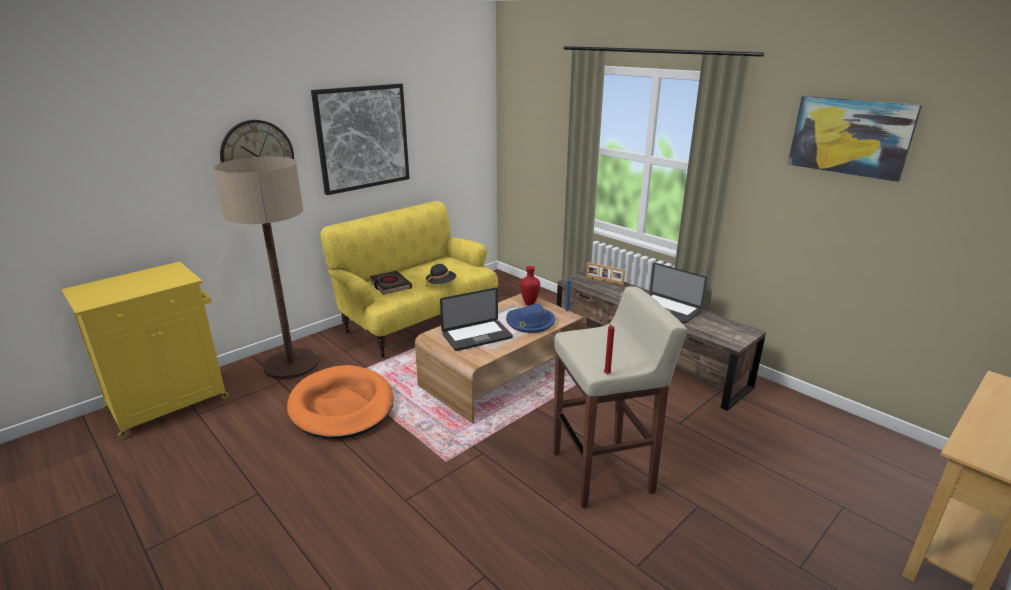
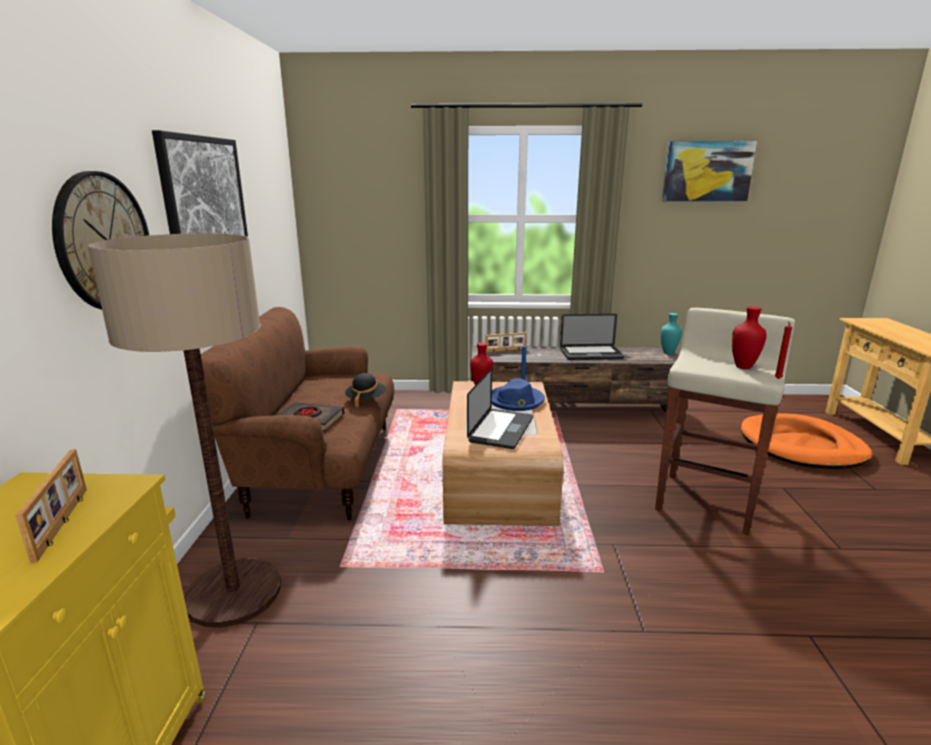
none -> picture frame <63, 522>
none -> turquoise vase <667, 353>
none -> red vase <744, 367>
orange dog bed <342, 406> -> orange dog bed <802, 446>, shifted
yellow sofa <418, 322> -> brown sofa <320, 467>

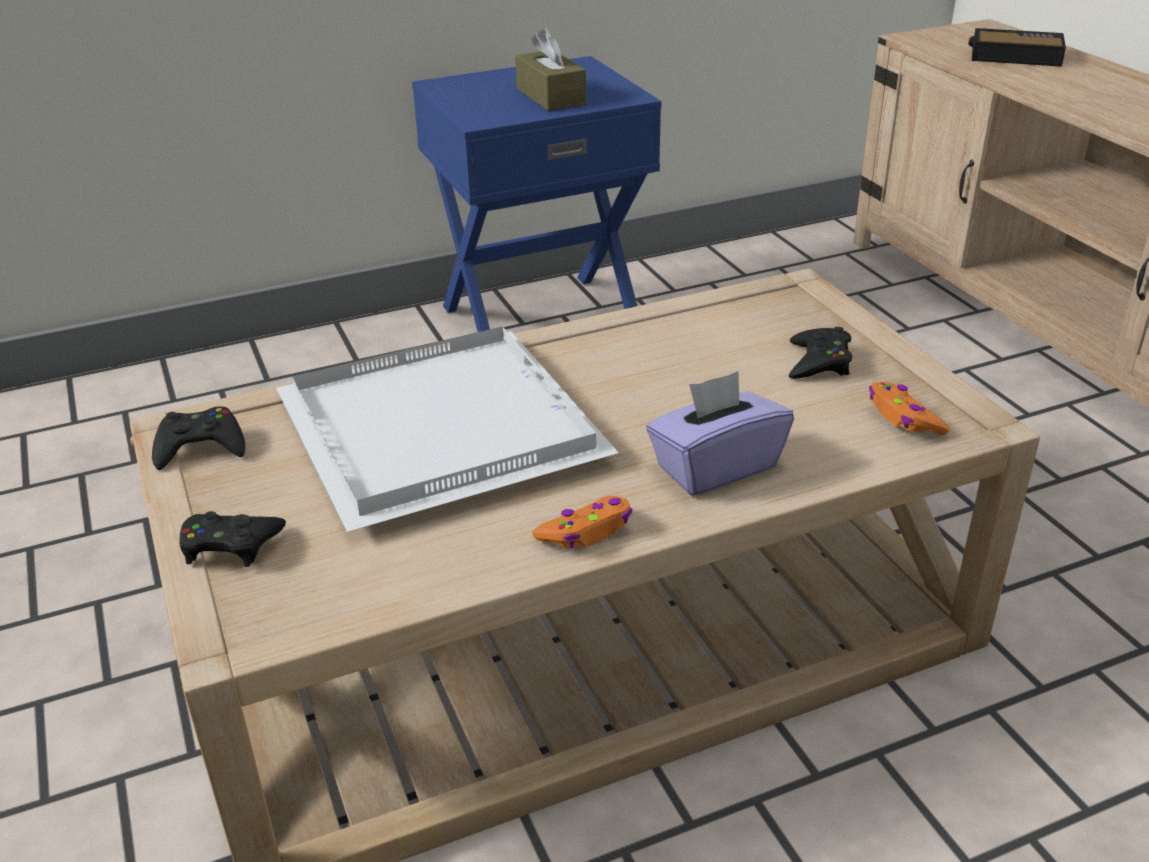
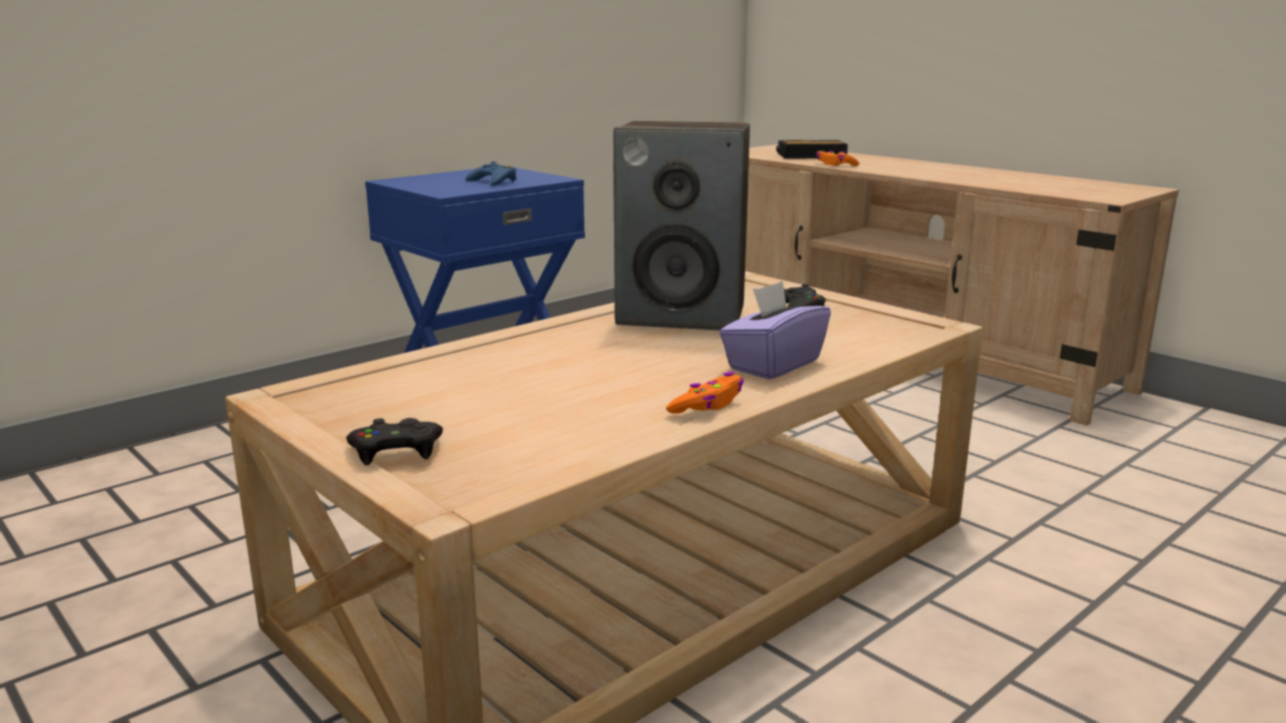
black game controller <200, 446> -> none
white tray <447, 431> -> none
none -> speaker <683, 316>
orange game controller <904, 418> -> orange game controller <835, 165>, shifted
brown tissue box <551, 96> -> blue game controller <493, 181>

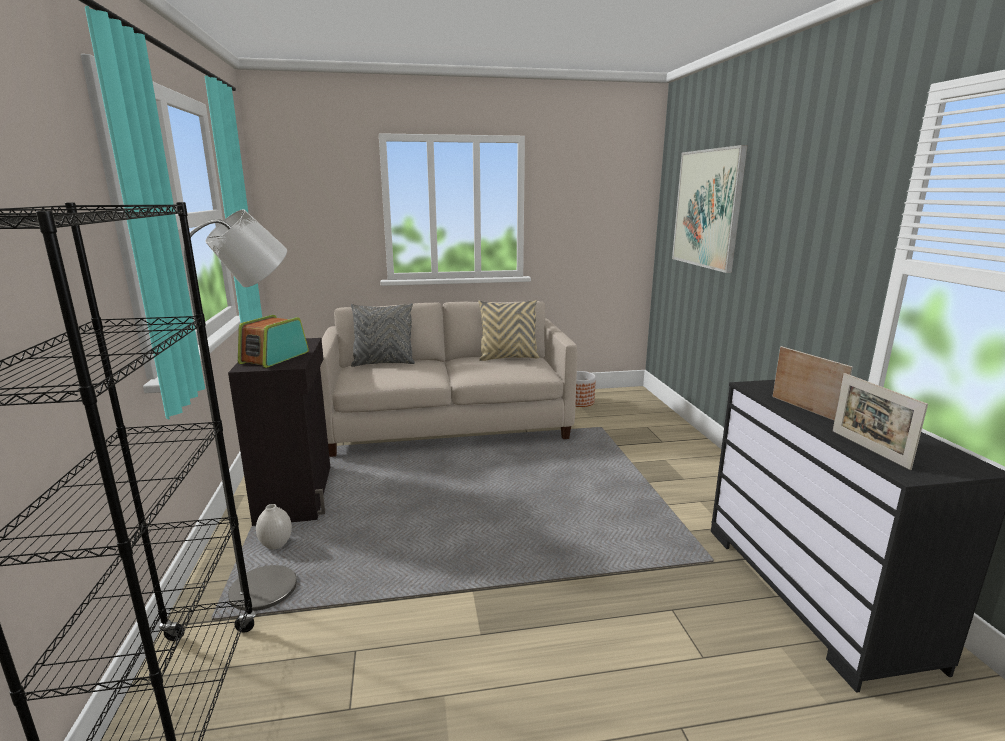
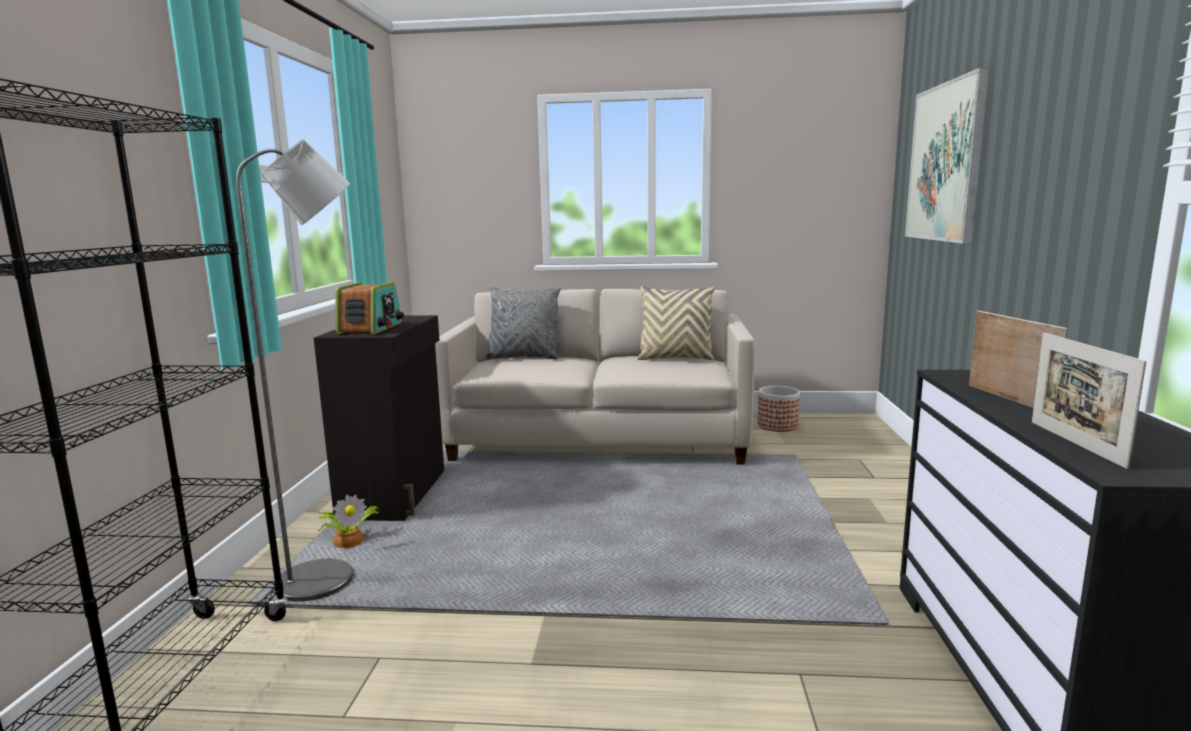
white vase <276, 545> -> potted plant <349, 541>
radio <274, 357> -> radio <371, 328>, 150 degrees clockwise

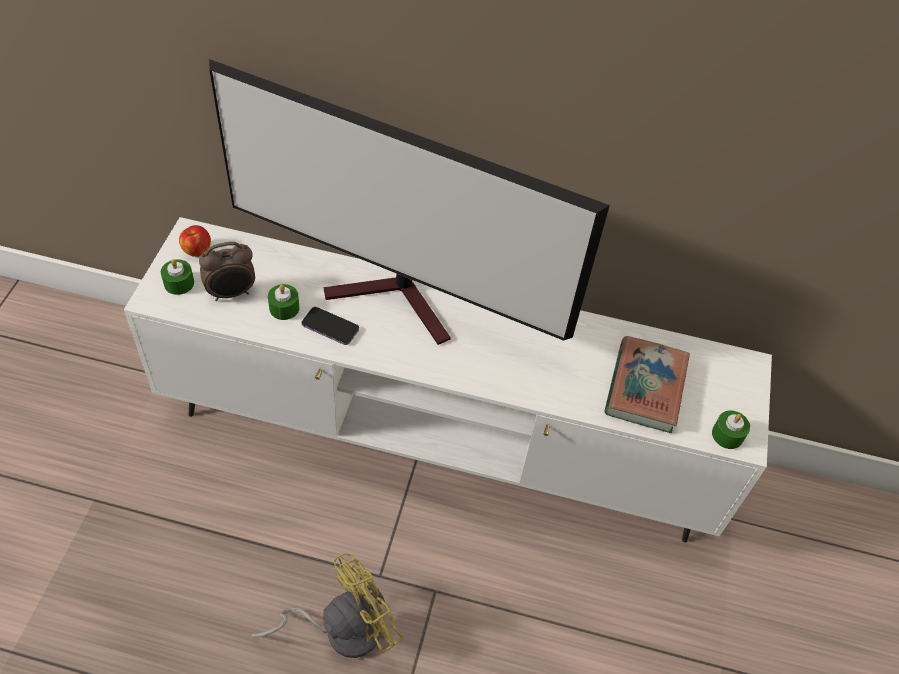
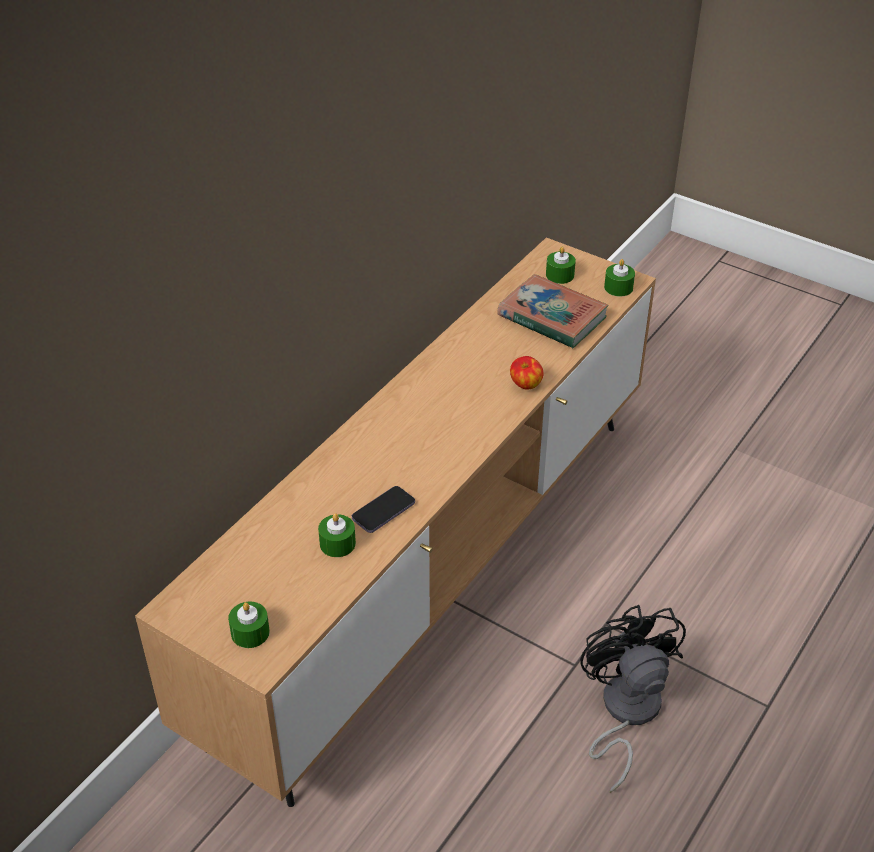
alarm clock <232, 293> -> none
television <399, 301> -> none
none -> green candle <560, 275>
apple <196, 250> -> apple <525, 385>, shifted
white tv stand <438, 441> -> brown tv stand <434, 573>
yellow fan <341, 629> -> black fan <624, 712>

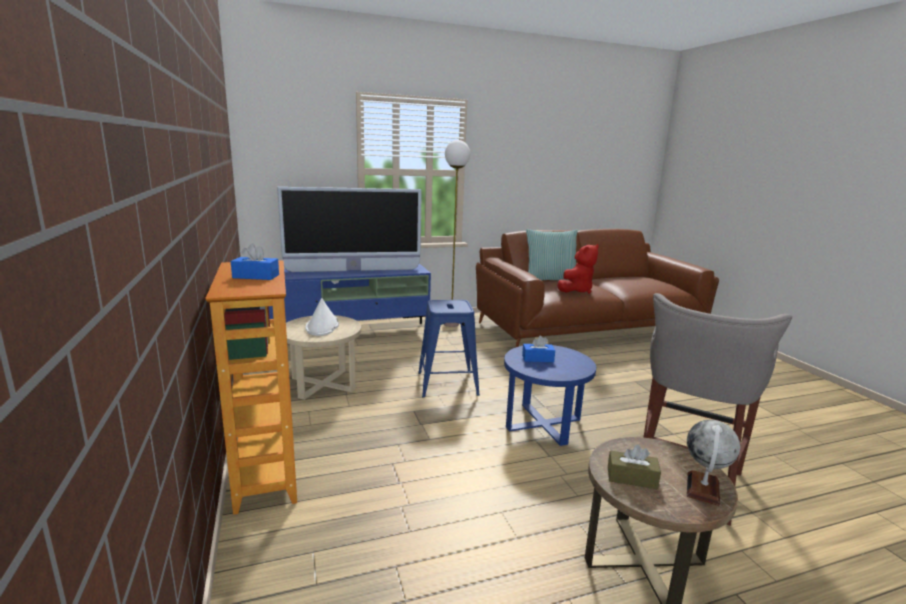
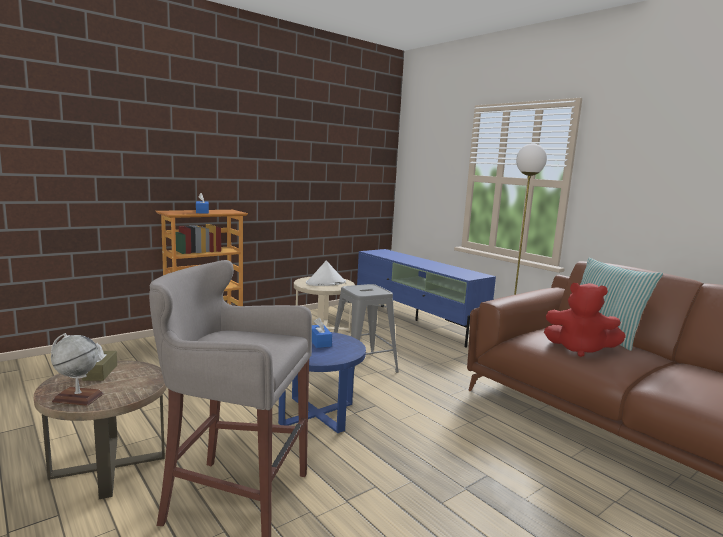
television <353, 270> -> none
blue stool <448, 384> -> grey stool <362, 366>

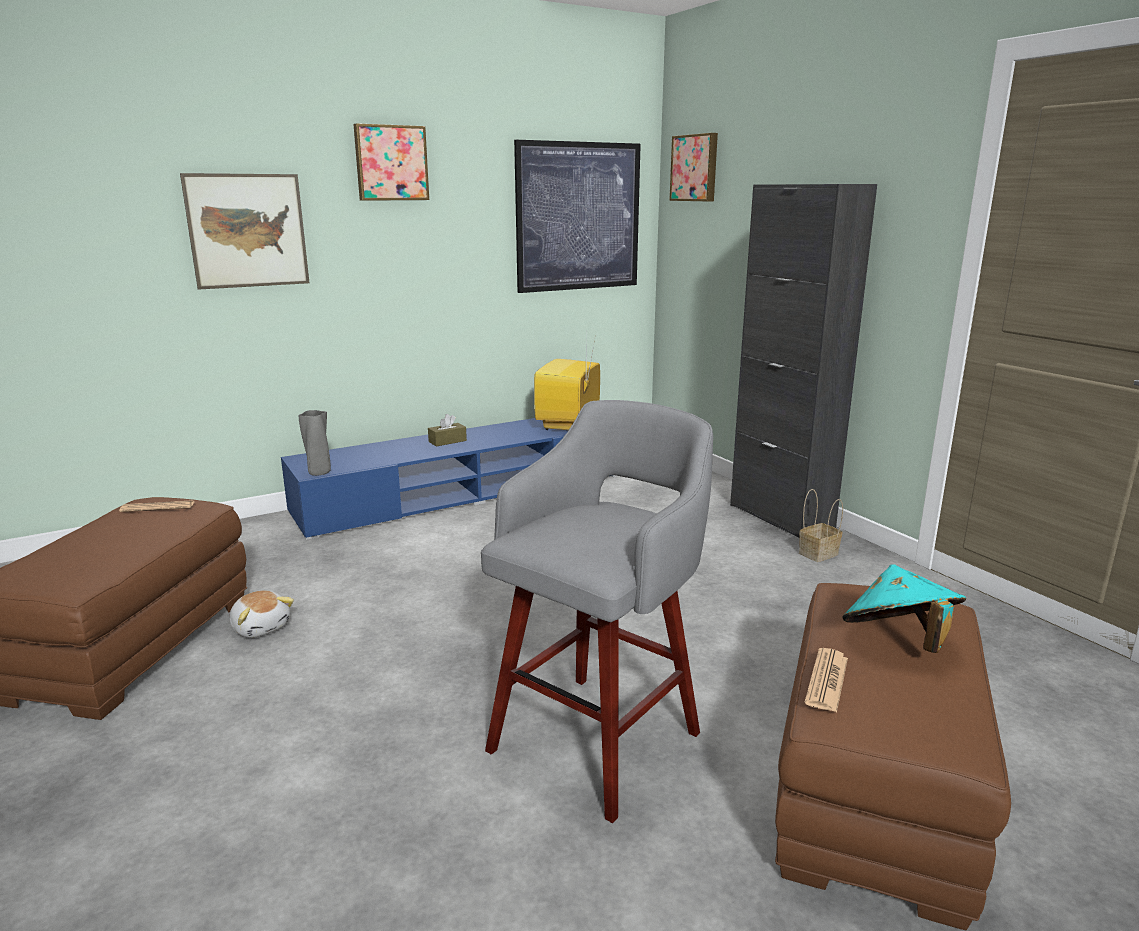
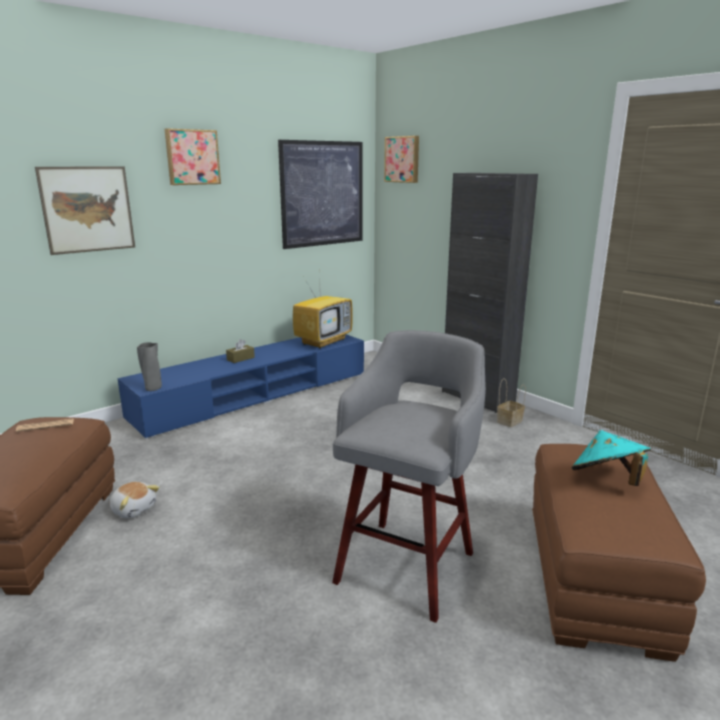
newspaper <826, 680> -> none
television <569, 424> -> television <323, 341>, 150 degrees counterclockwise

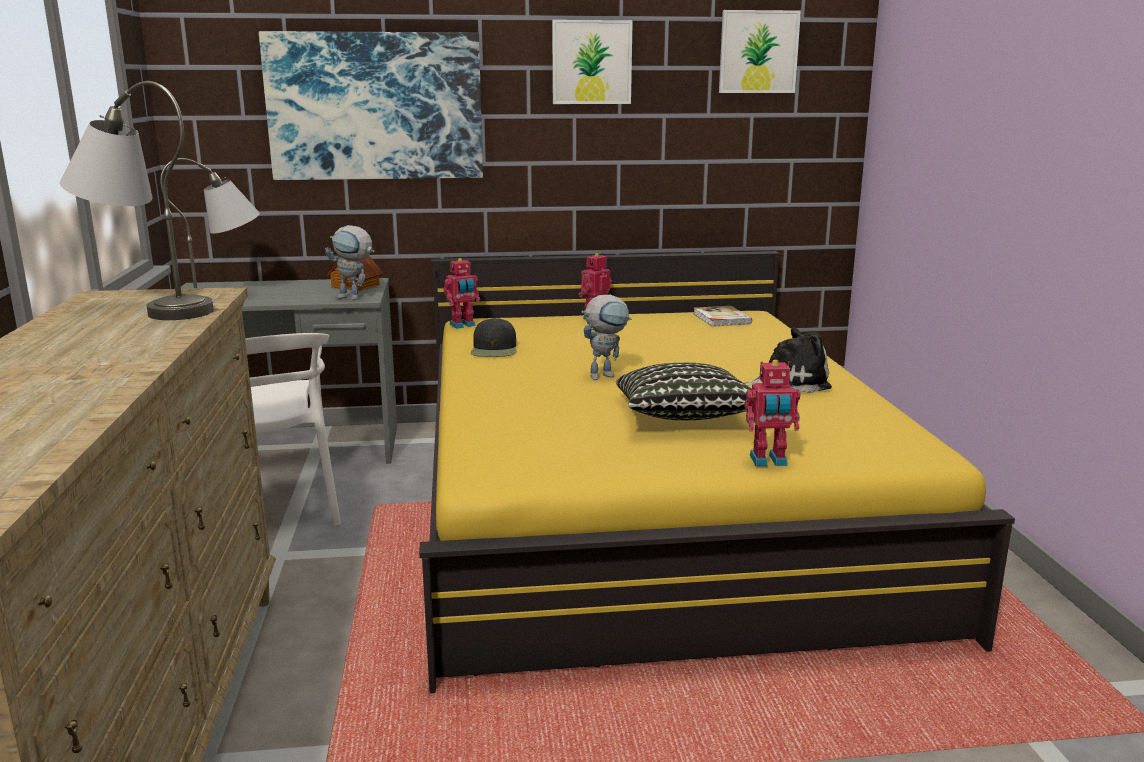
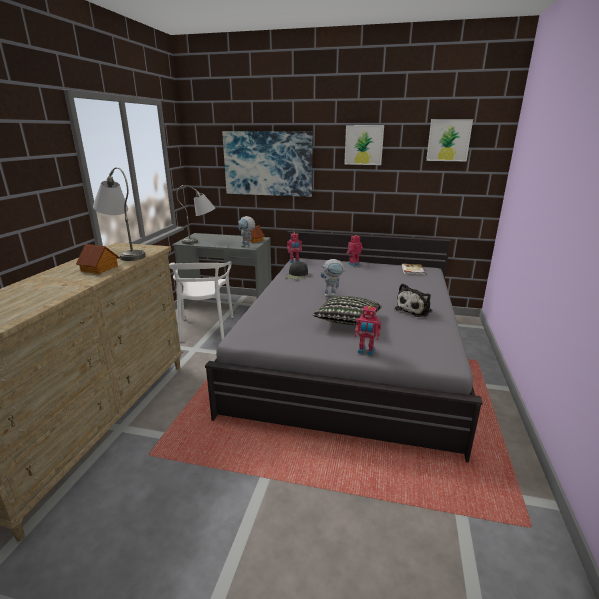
none -> toy house <100, 269>
yellow bed <647, 508> -> grey bed <350, 355>
plush toy <790, 382> -> plush toy <415, 310>, 120 degrees clockwise

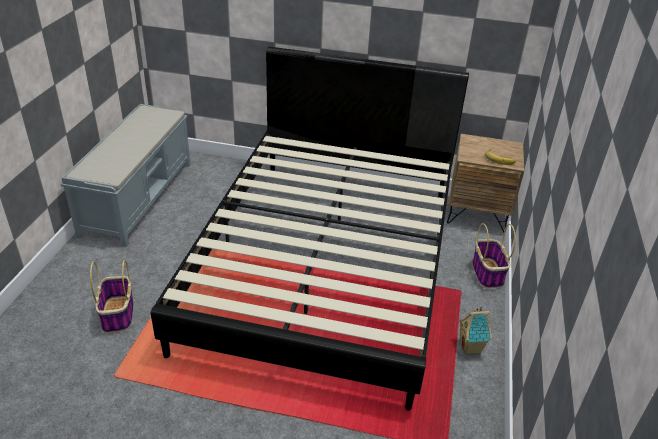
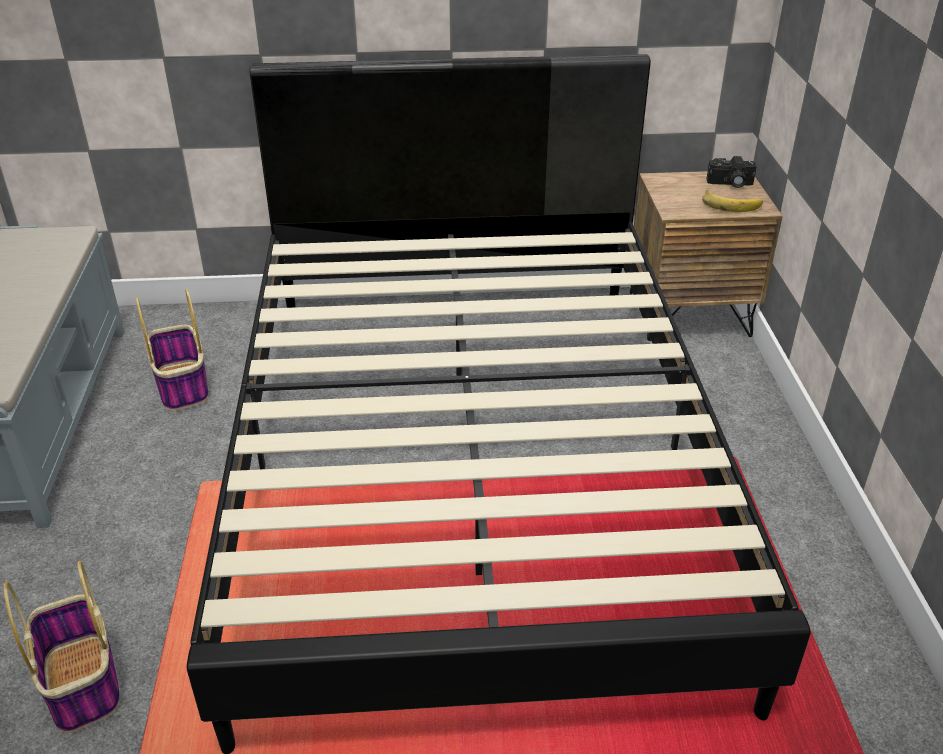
toy house <471, 347> -> none
none -> photo camera <730, 184>
basket <488, 274> -> basket <183, 386>, shifted

